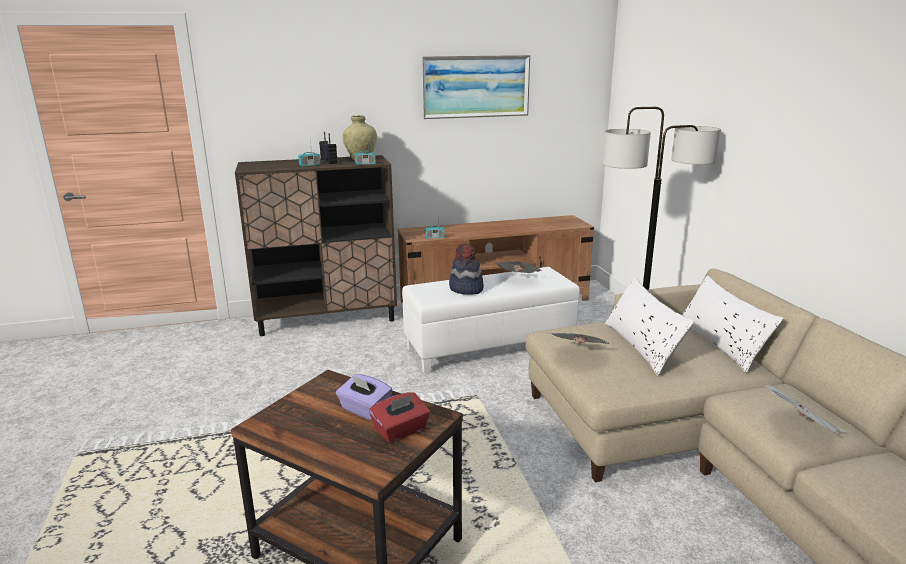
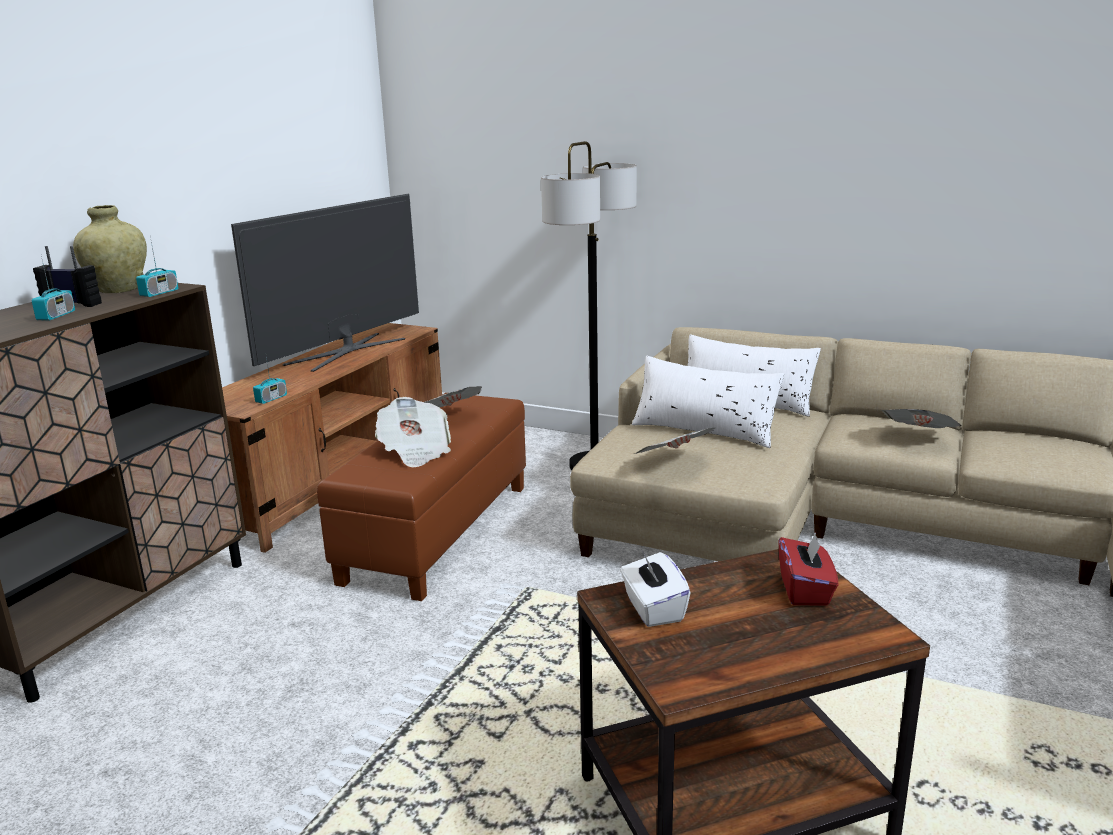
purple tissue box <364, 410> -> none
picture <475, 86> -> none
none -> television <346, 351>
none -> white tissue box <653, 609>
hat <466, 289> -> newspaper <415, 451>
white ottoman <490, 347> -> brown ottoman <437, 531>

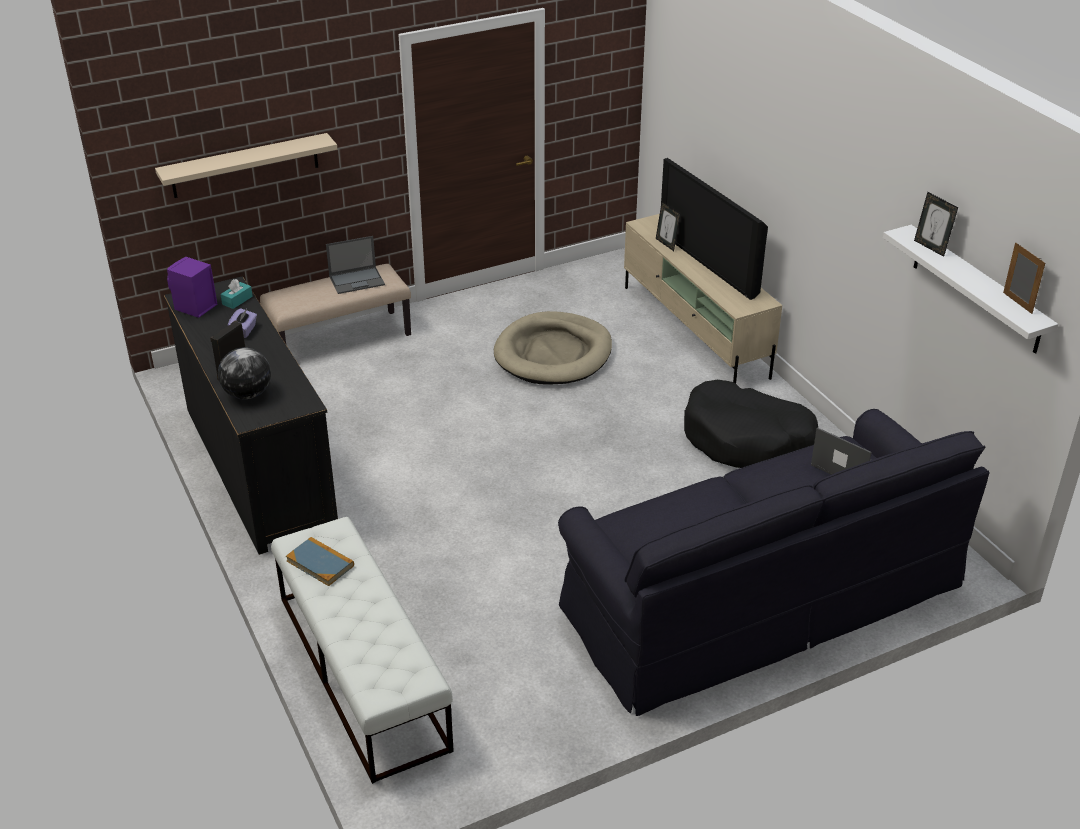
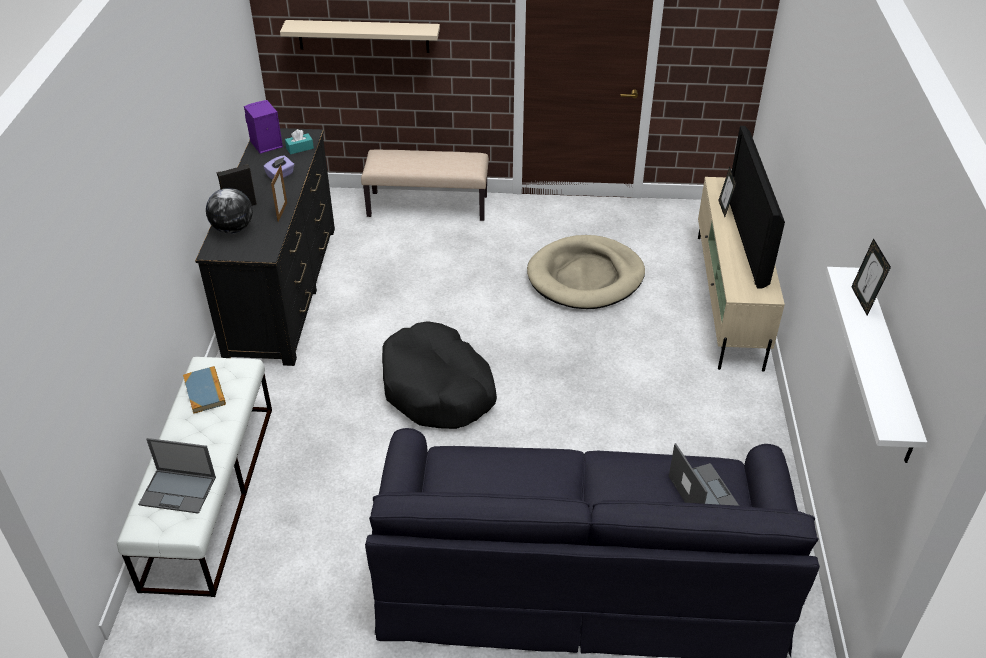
laptop <357, 280> -> laptop <179, 491>, shifted
black dog bed <747, 440> -> black dog bed <438, 389>, shifted
picture frame <1017, 303> -> picture frame <282, 212>, shifted

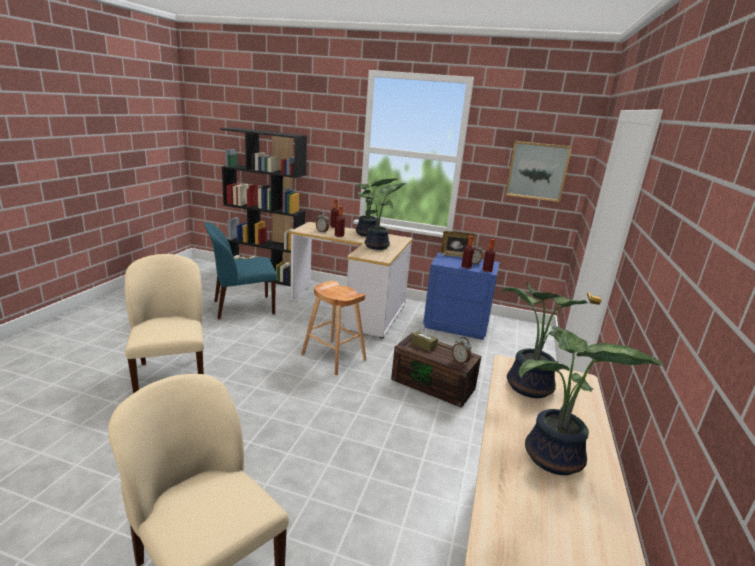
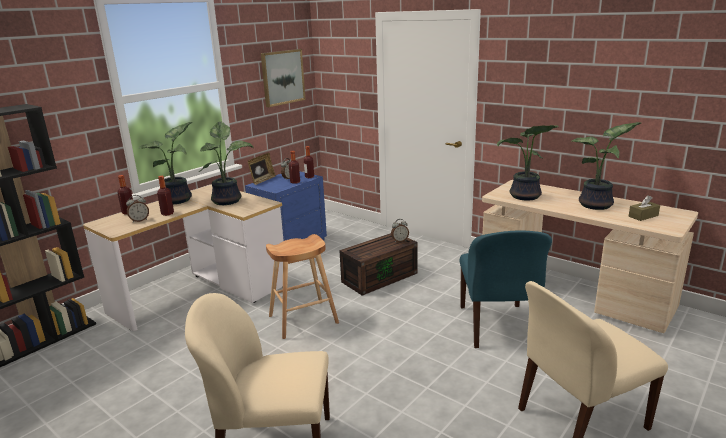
blue chair <242, 307> -> blue chair <497, 327>, shifted
brown tissue box <423, 345> -> brown tissue box <643, 216>, shifted

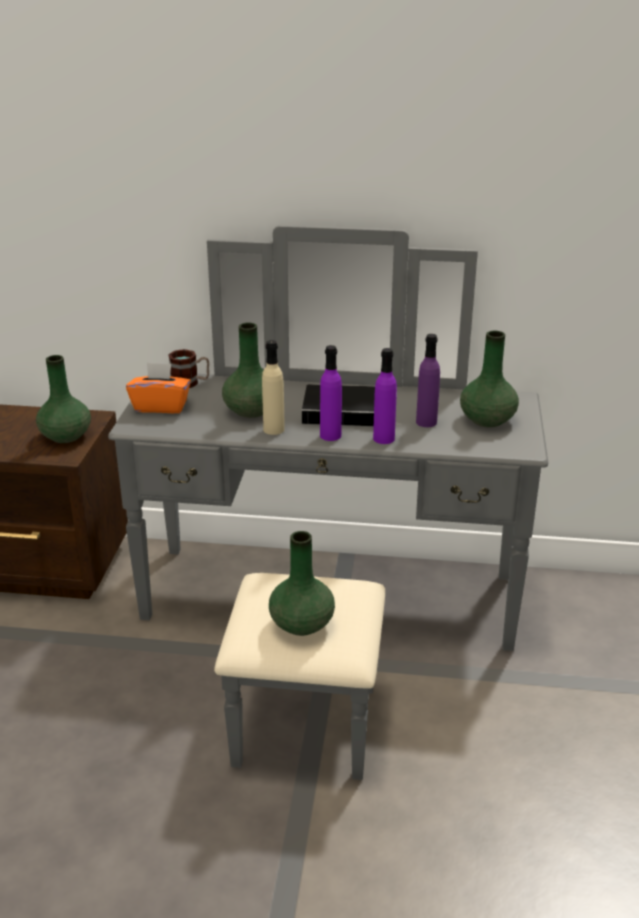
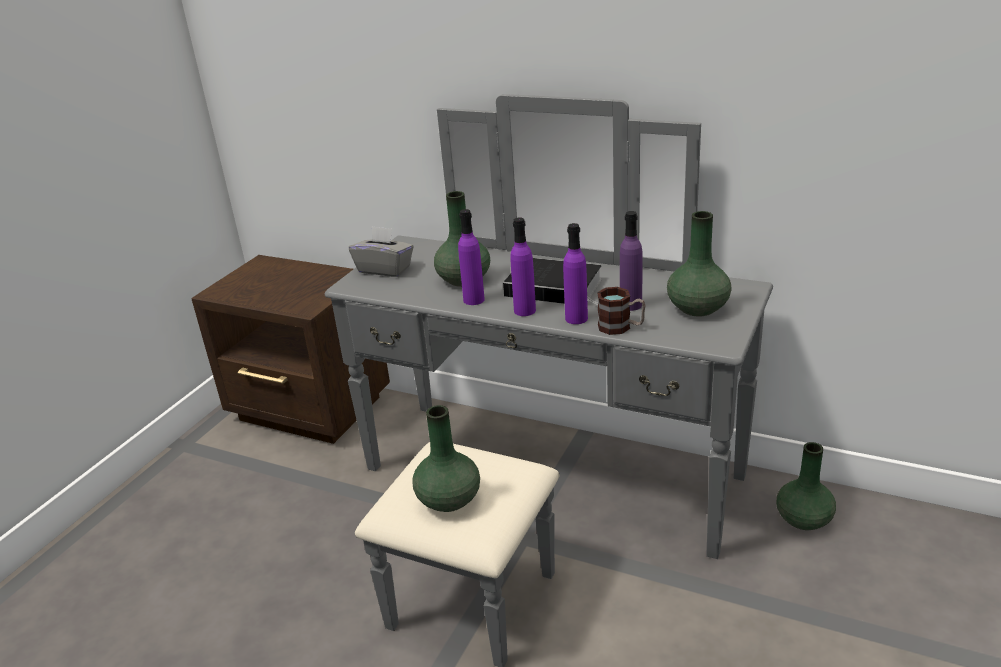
green vase <65, 436> -> green vase <802, 519>, shifted
mug <190, 383> -> mug <621, 327>, shifted
orange tissue box <161, 406> -> grey tissue box <385, 269>
beige bottle <274, 429> -> purple bottle <474, 300>

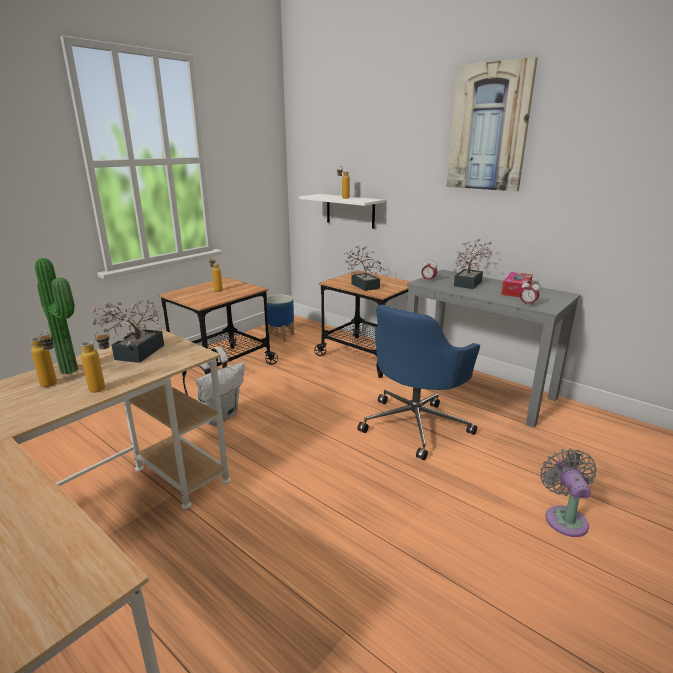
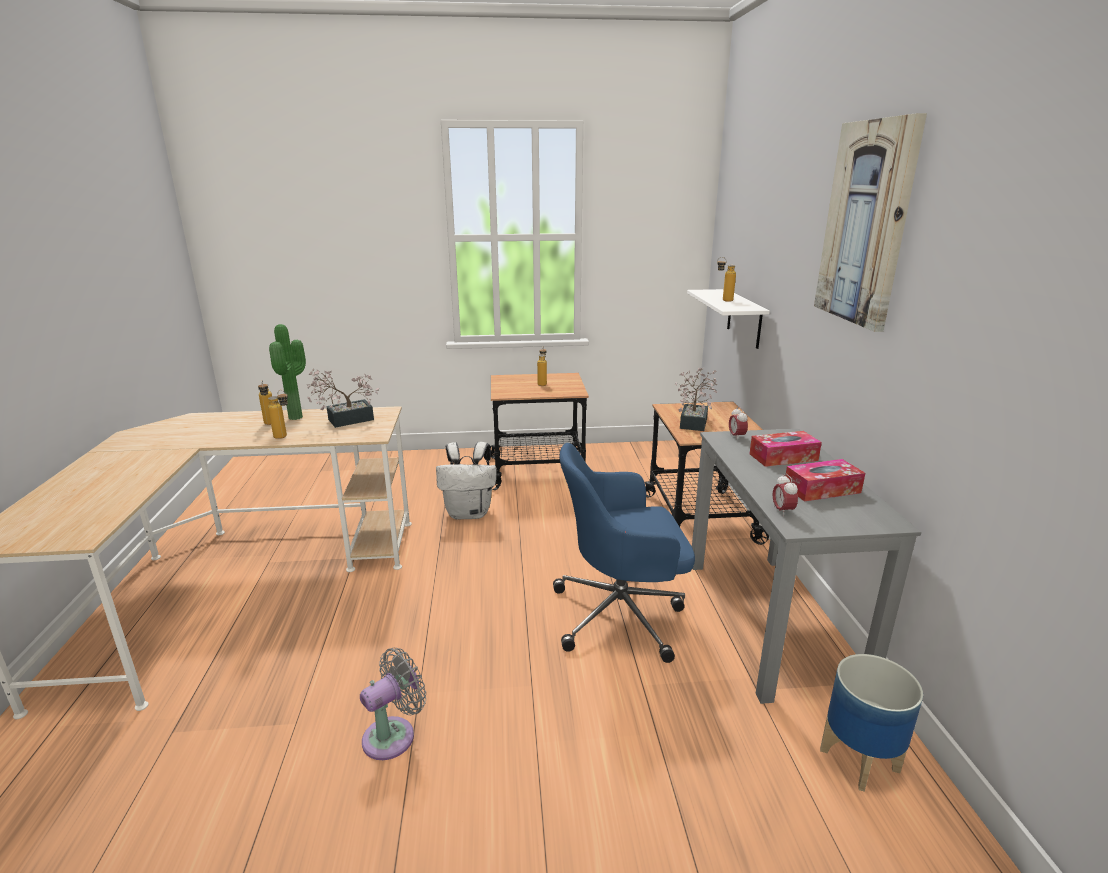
planter <280, 336> -> planter <860, 759>, shifted
grey fan <564, 518> -> grey fan <394, 735>, shifted
potted plant <469, 283> -> tissue box <783, 457>

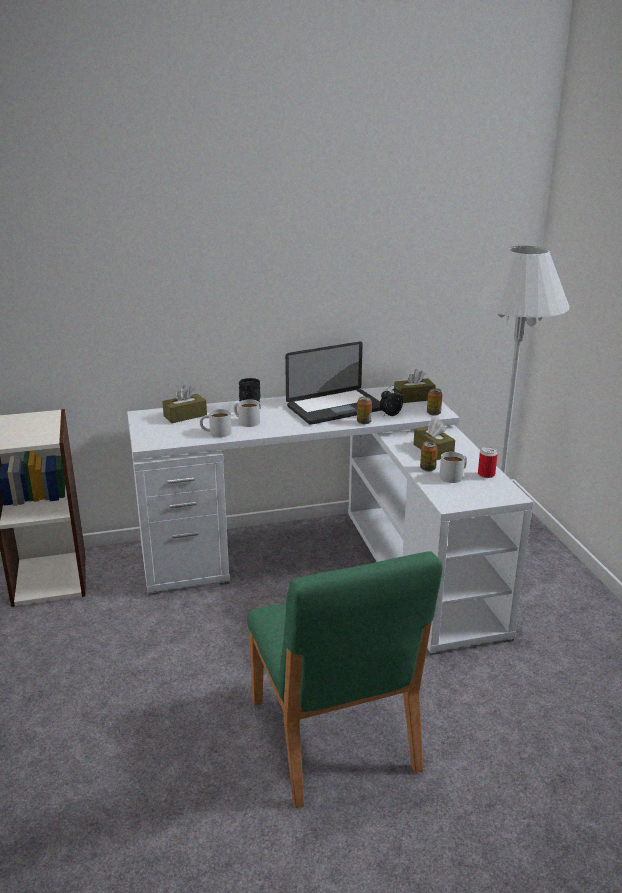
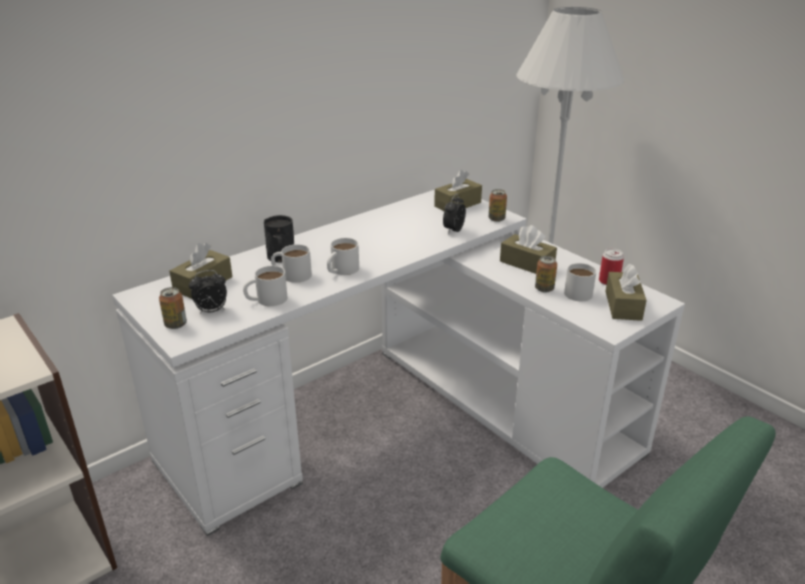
laptop <335, 408> -> none
none -> alarm clock <211, 311>
none -> white mug <341, 270>
none -> brown tissue box <623, 305>
can <364, 422> -> can <175, 324>, shifted

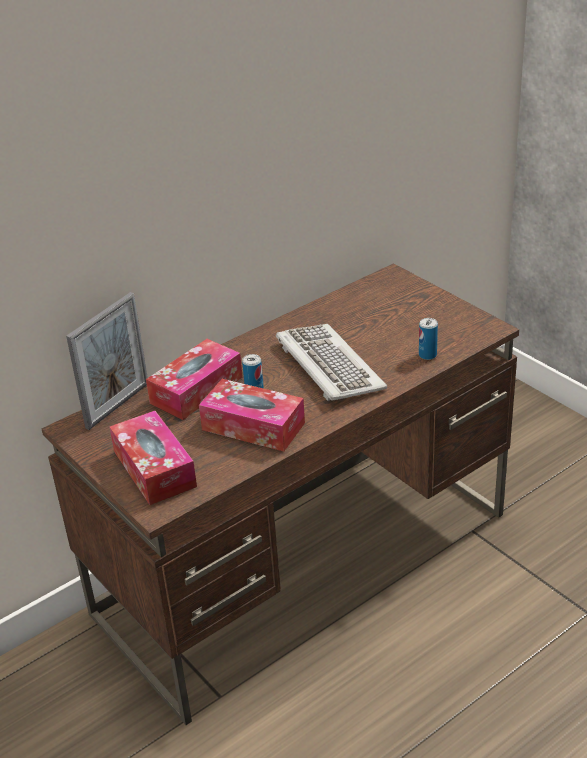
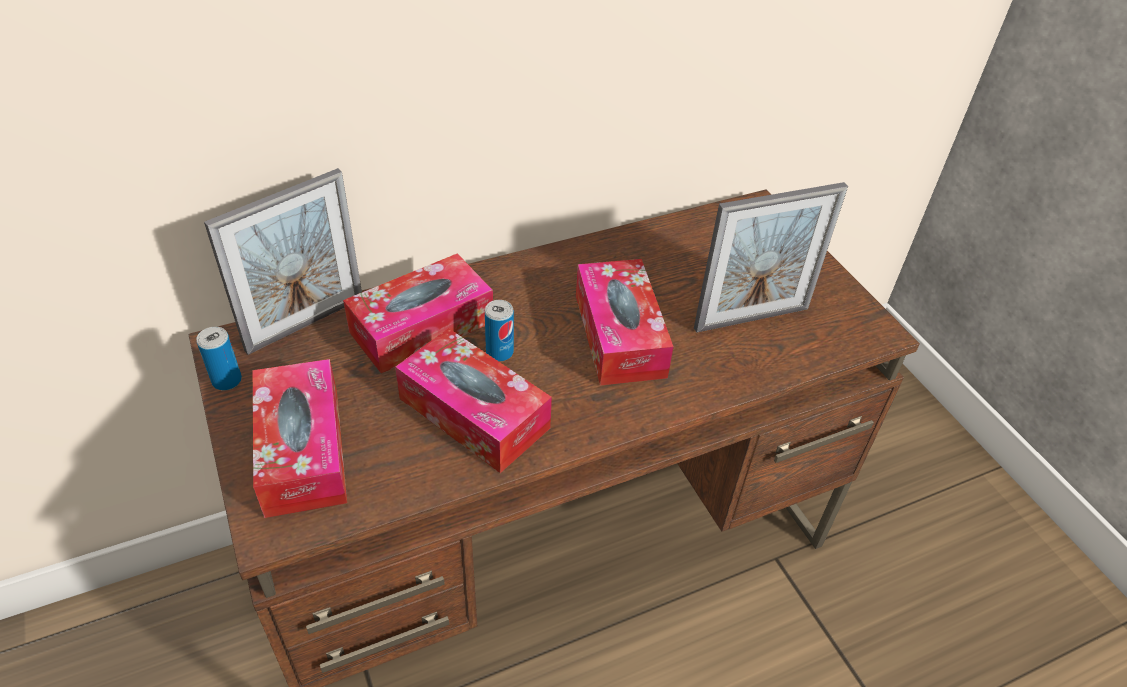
none -> picture frame <751, 318>
can <427, 355> -> can <227, 380>, shifted
keyboard <328, 366> -> tissue box <619, 335>

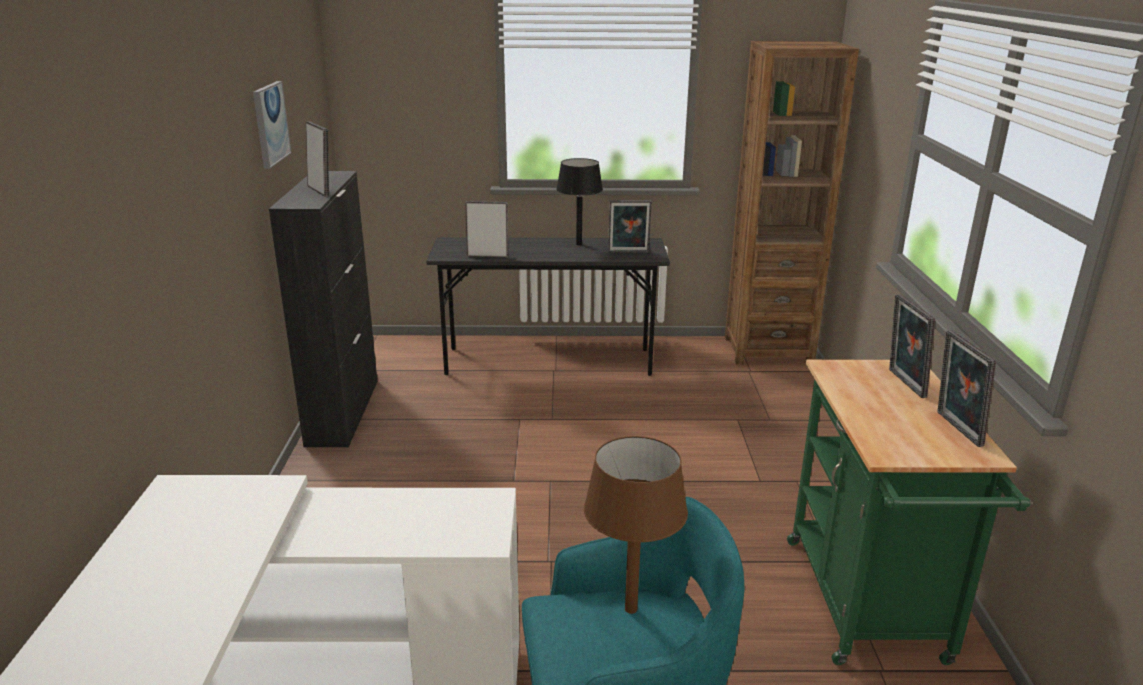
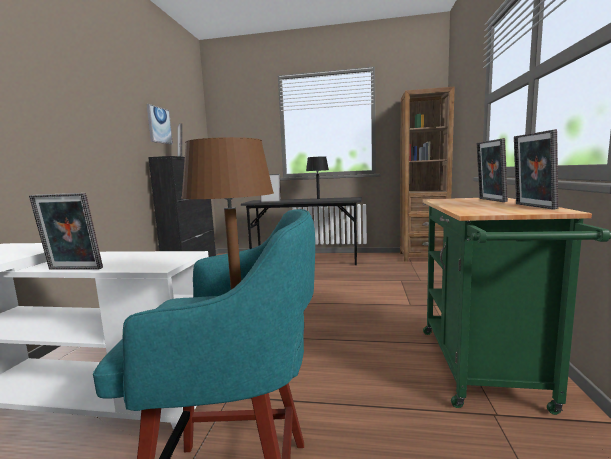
picture frame <628, 253> -> picture frame <72, 269>, shifted

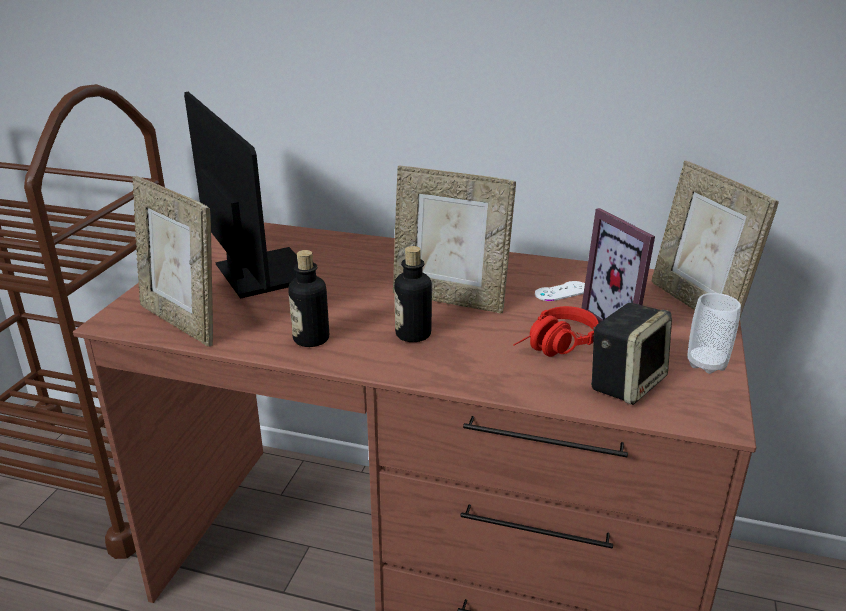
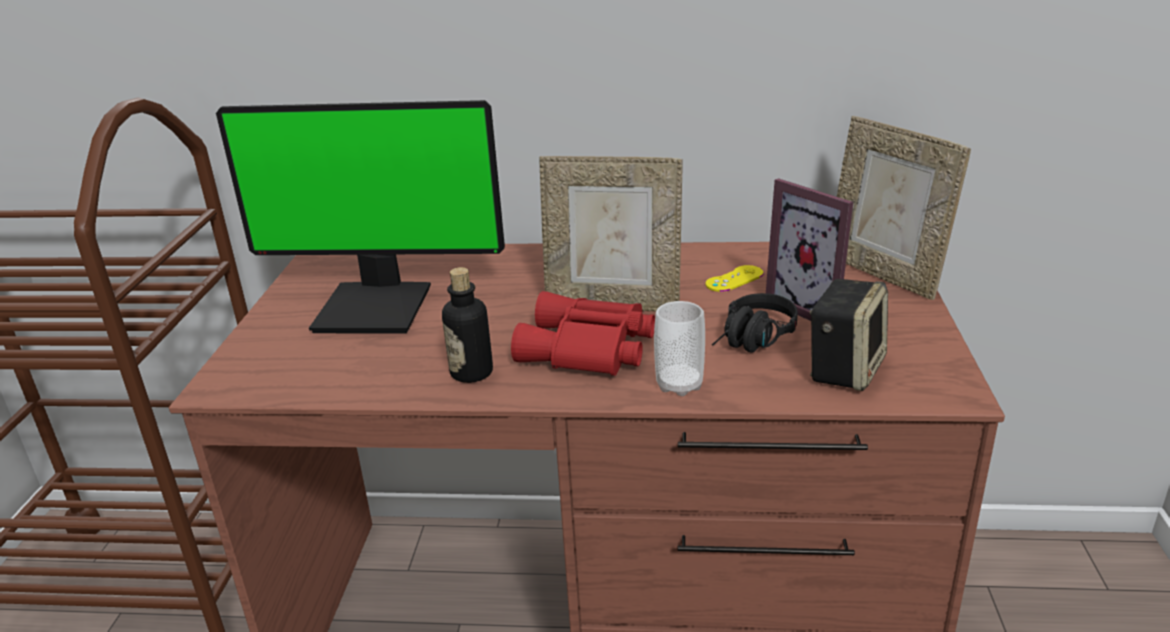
picture frame <182, 322> -> none
cup <706, 364> -> cup <679, 385>, shifted
bottle <413, 334> -> red binoculars <588, 350>
red headphones <555, 347> -> black headphones <752, 341>
white game controller <562, 291> -> yellow game controller <734, 279>
monitor <260, 274> -> monitor <376, 306>, 135 degrees clockwise

